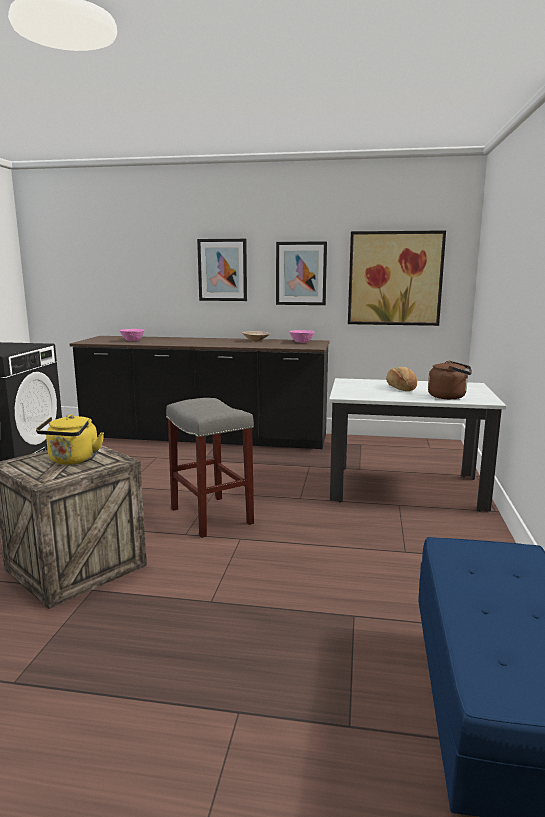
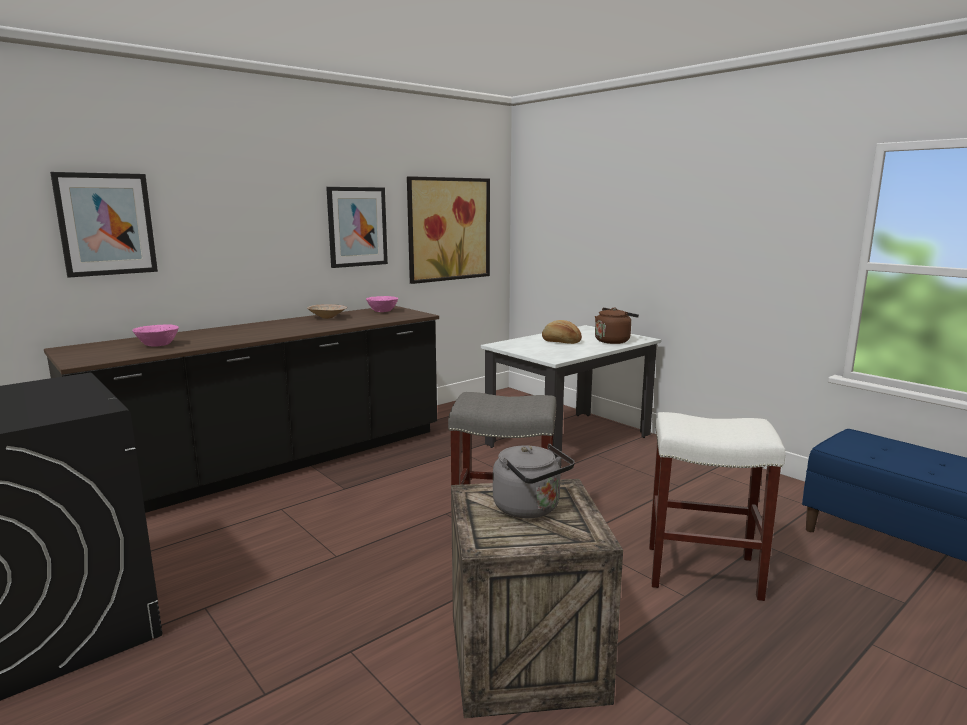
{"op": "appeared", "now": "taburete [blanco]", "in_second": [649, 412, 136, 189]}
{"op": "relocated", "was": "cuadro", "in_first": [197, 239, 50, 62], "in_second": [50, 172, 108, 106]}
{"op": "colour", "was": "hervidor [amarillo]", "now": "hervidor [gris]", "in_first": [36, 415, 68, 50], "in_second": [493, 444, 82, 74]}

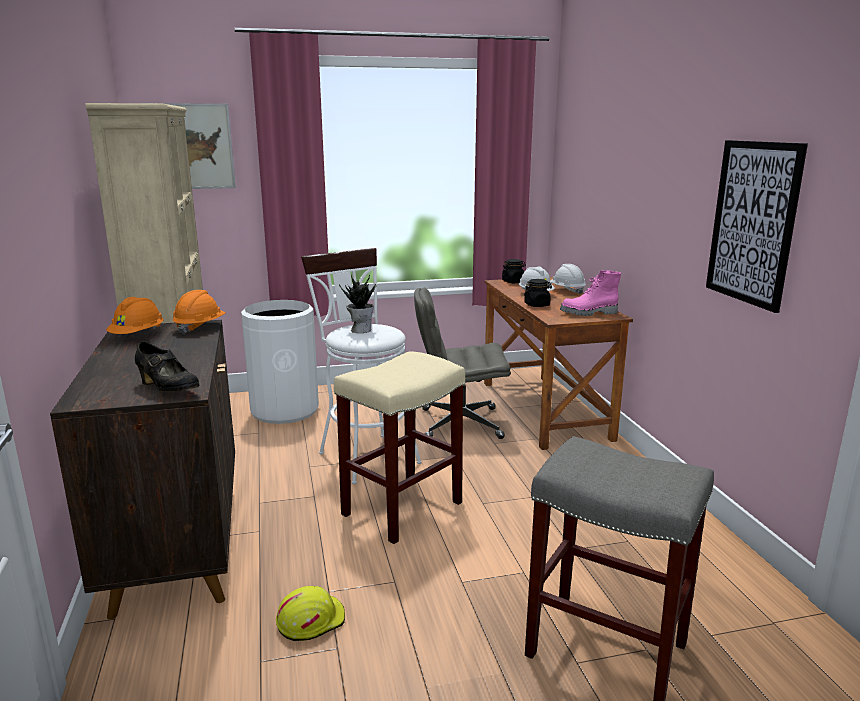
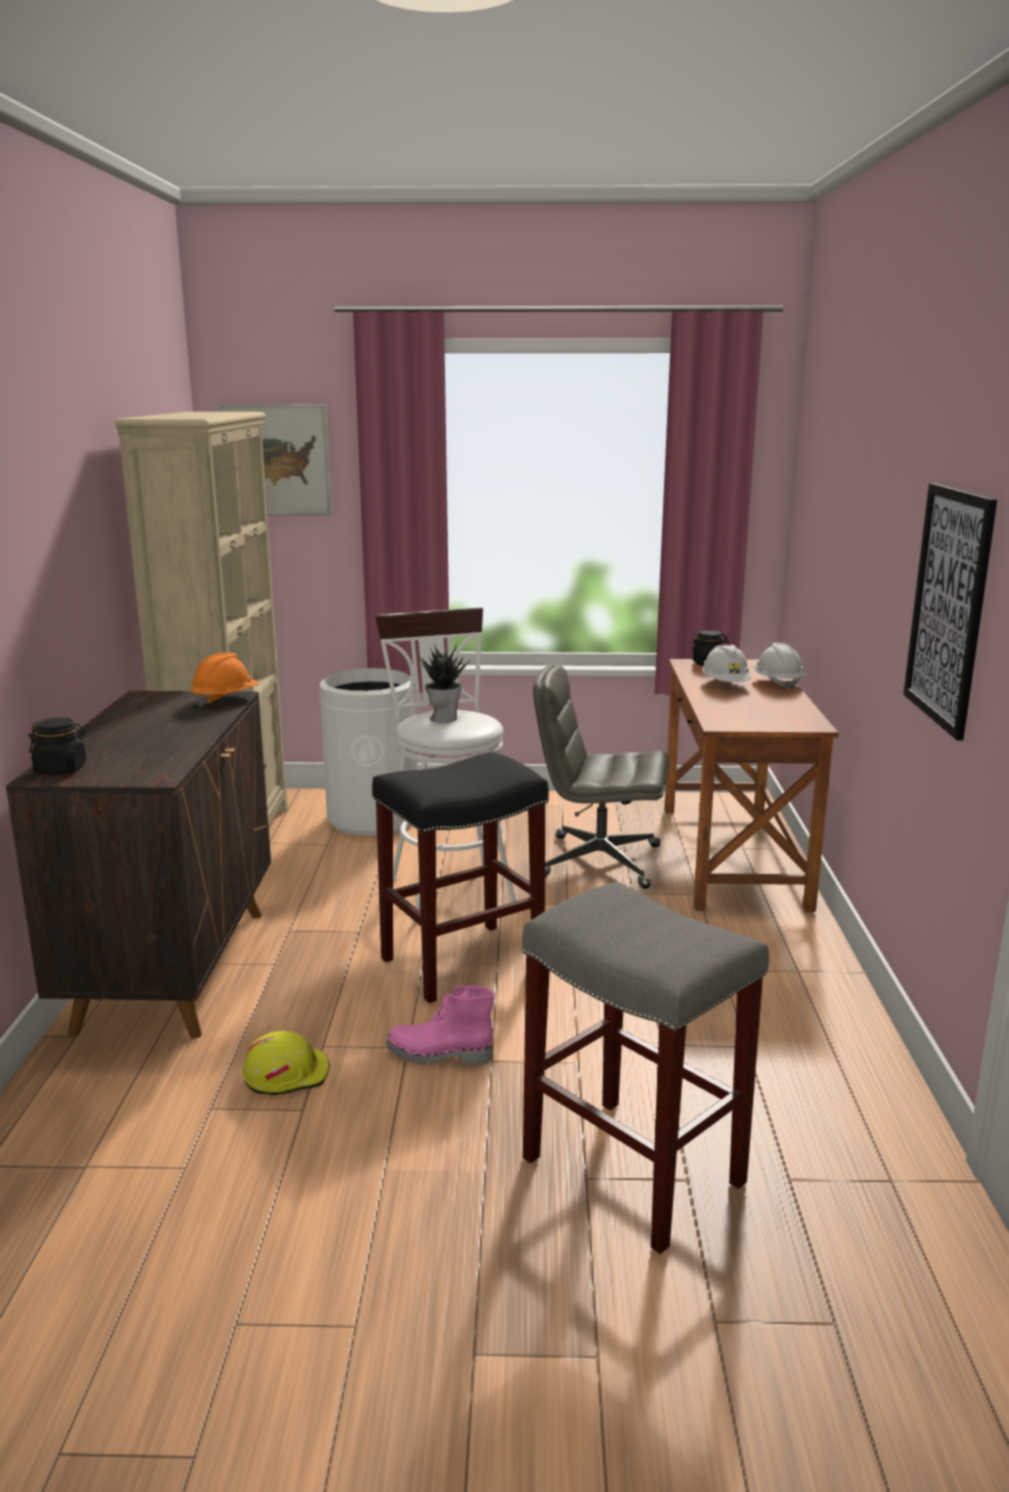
{"op": "missing", "was": "casco [naranja]", "in_first": [106, 297, 58, 37]}
{"op": "missing", "was": "zapato [negro]", "in_first": [135, 342, 64, 49]}
{"op": "relocated", "was": "tarro [negro]", "in_first": [524, 279, 28, 28], "in_second": [29, 718, 57, 56]}
{"op": "relocated", "was": "bota [rosa]", "in_first": [560, 270, 61, 46], "in_second": [386, 985, 108, 80]}
{"op": "colour", "was": "taburete [beis]", "now": "taburete [negro]", "in_first": [334, 351, 131, 193], "in_second": [372, 752, 177, 251]}

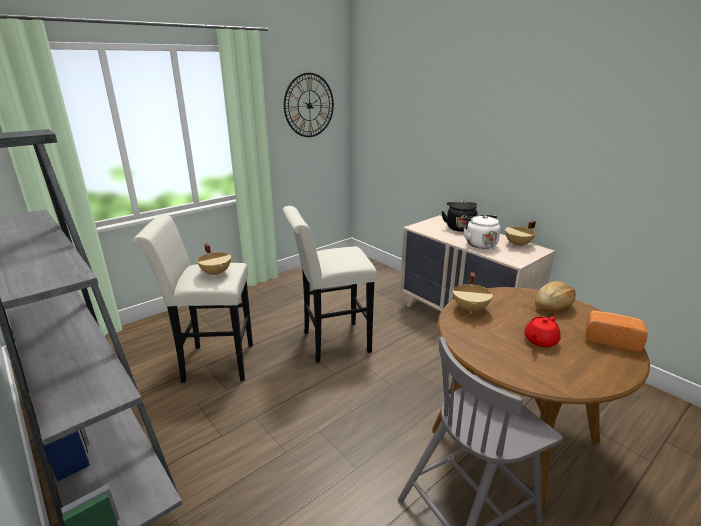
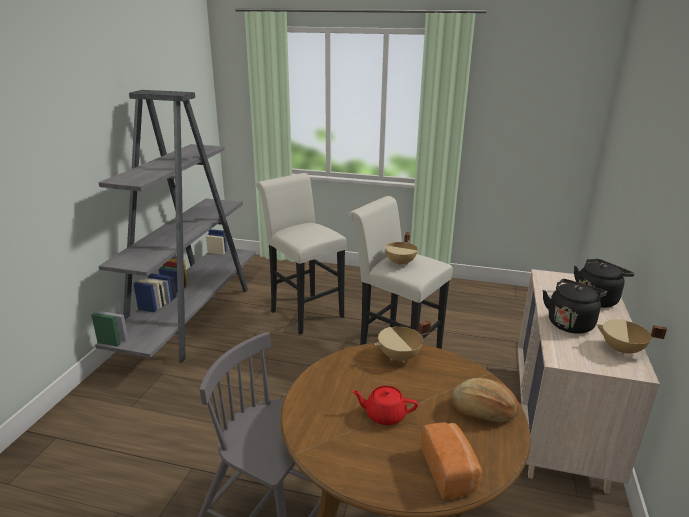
{"op": "missing", "was": "reloj de pared", "in_first": [284, 73, 50, 64]}
{"op": "relocated", "was": "olla [beis]", "in_first": [197, 243, 34, 33], "in_second": [385, 232, 33, 34]}
{"op": "colour", "was": "hervidor [blanco]", "now": "hervidor [negro]", "in_first": [463, 215, 37, 34], "in_second": [543, 279, 64, 55]}

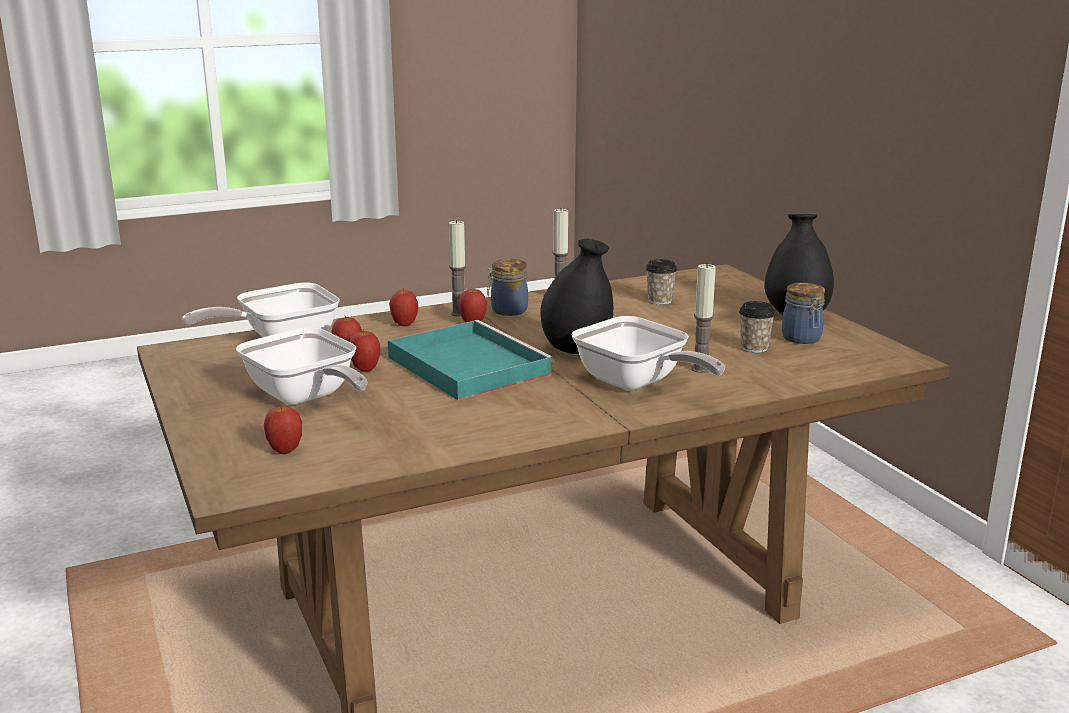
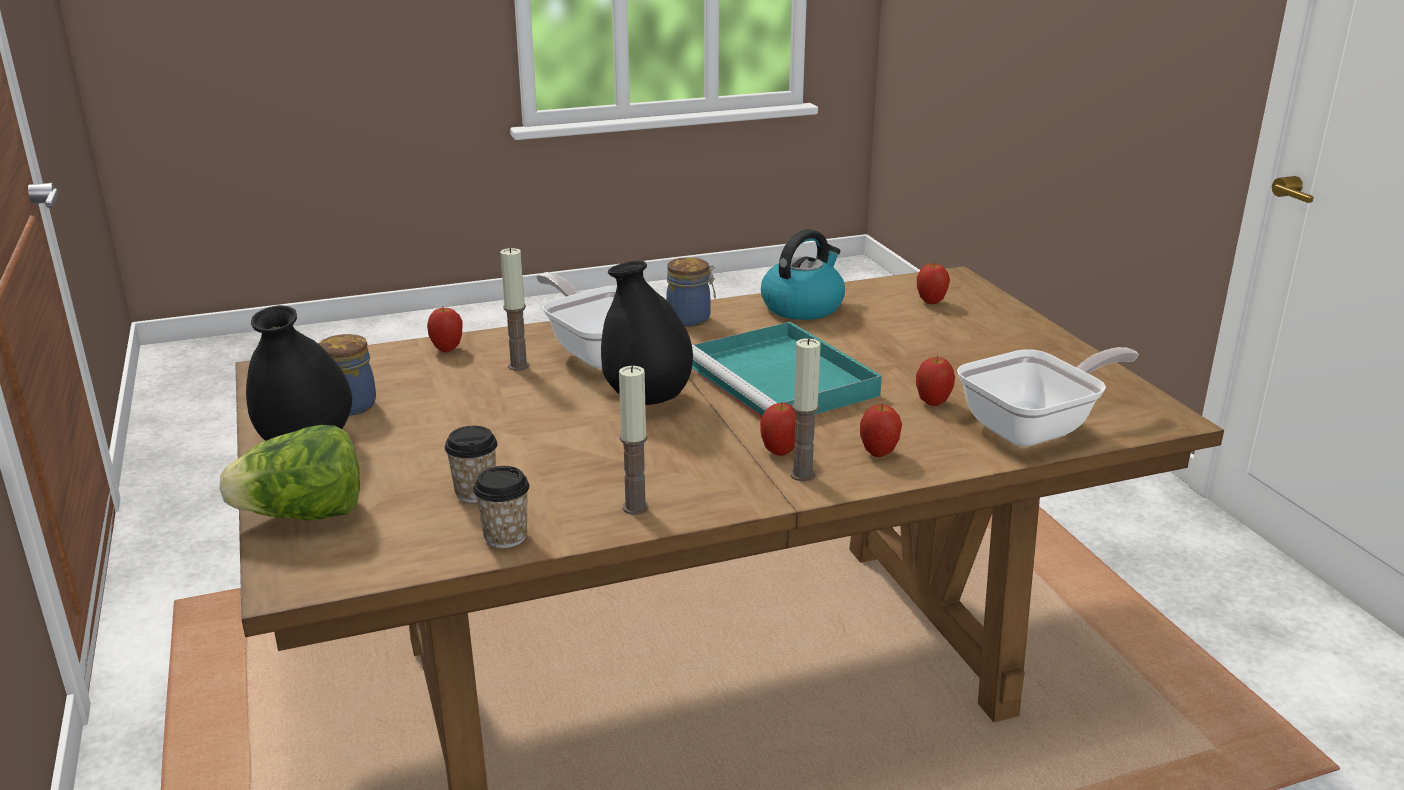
{"op": "missing", "was": "sartén", "in_first": [236, 327, 131, 78]}
{"op": "appeared", "now": "lechuga", "in_second": [220, 425, 140, 95]}
{"op": "appeared", "now": "hervidor", "in_second": [761, 229, 84, 91]}
{"op": "relocated", "was": "manzana", "in_first": [350, 329, 30, 42], "in_second": [427, 306, 35, 46]}
{"op": "relocated", "was": "tarro", "in_first": [487, 259, 41, 57], "in_second": [666, 257, 50, 70]}
{"op": "relocated", "was": "taza", "in_first": [739, 301, 36, 52], "in_second": [473, 466, 56, 82]}

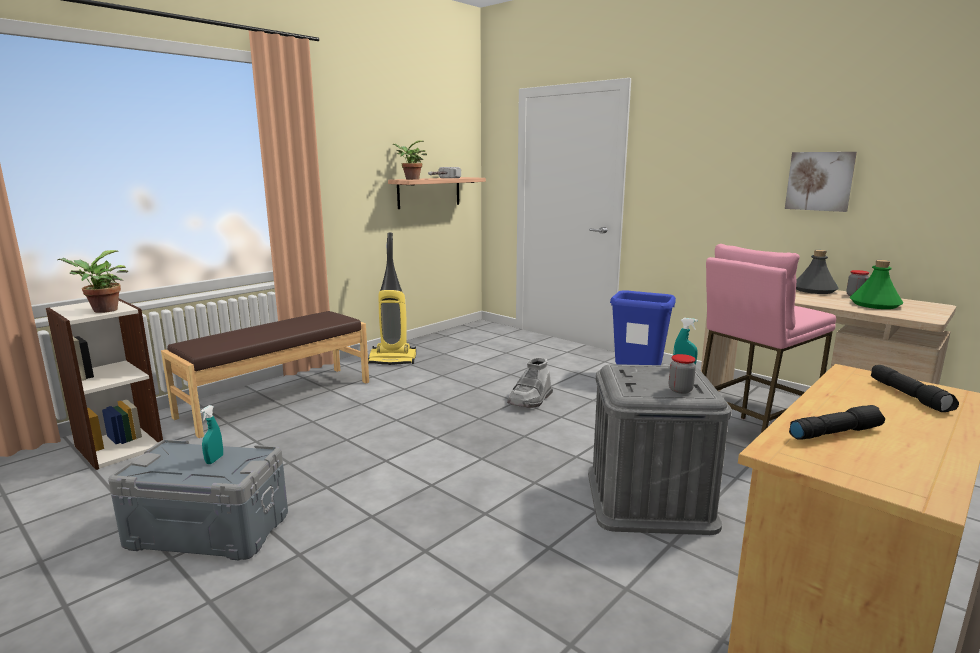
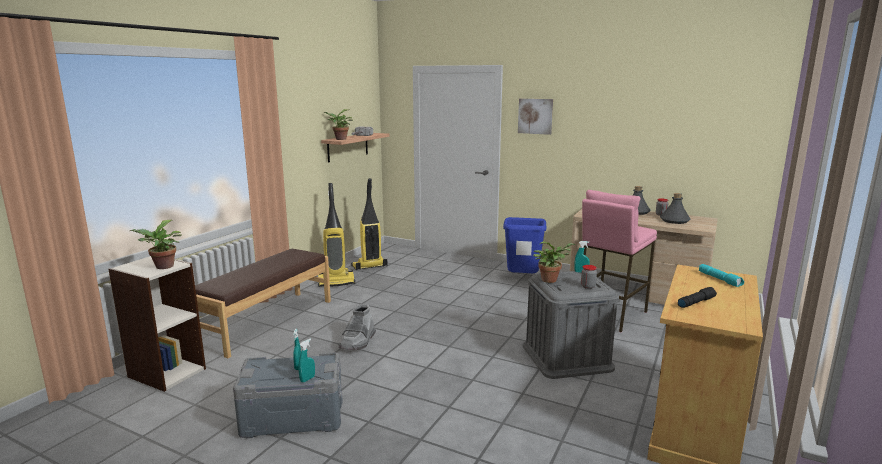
{"op": "appeared", "now": "pulverizador [turquesa]", "in_second": [299, 339, 16, 44]}
{"op": "appeared", "now": "aspiradora", "in_second": [351, 178, 36, 92]}
{"op": "appeared", "now": "planta en maceta", "in_second": [533, 242, 42, 41]}
{"op": "relocated", "was": "bota [gris]", "in_first": [507, 357, 46, 51], "in_second": [338, 304, 38, 46]}
{"op": "relocated", "was": "cuadro", "in_first": [785, 152, 72, 60], "in_second": [518, 99, 35, 36]}
{"op": "colour", "was": "botella [verde]", "now": "botella [gris]", "in_first": [849, 260, 54, 49], "in_second": [660, 193, 31, 31]}
{"op": "colour", "was": "linterna [negro]", "now": "linterna [turquesa]", "in_first": [871, 365, 88, 47], "in_second": [699, 264, 45, 23]}

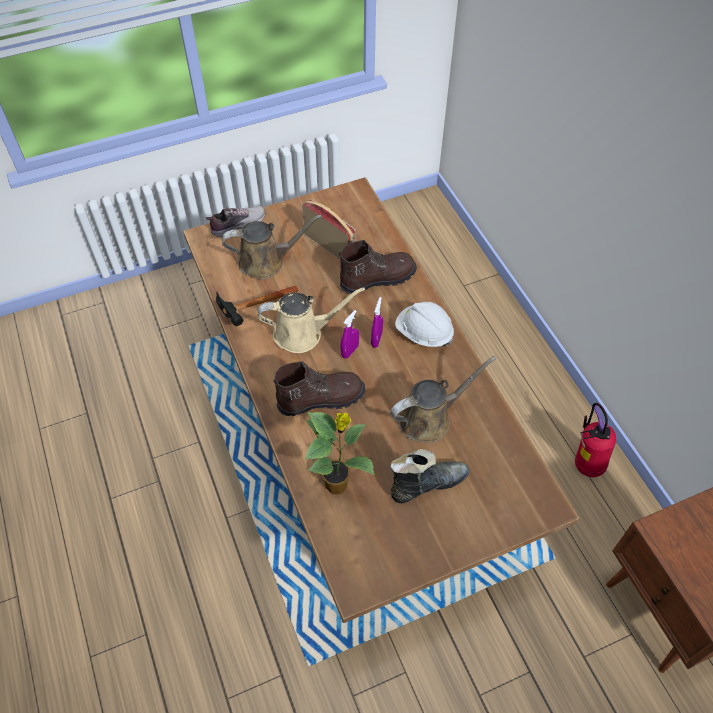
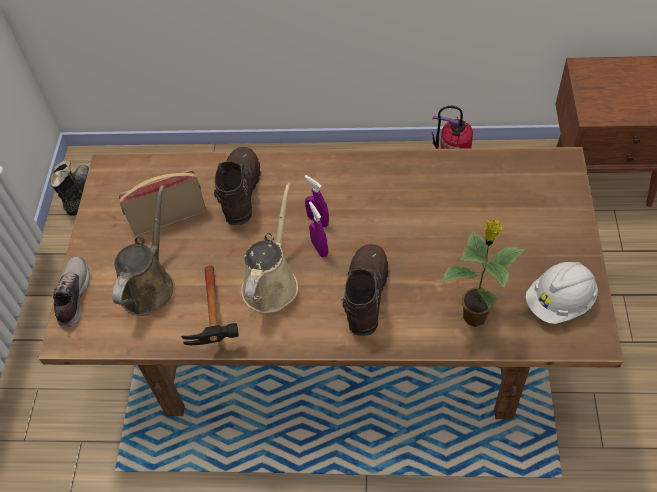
{"op": "missing", "was": "regadera [marrón]", "in_first": [390, 356, 106, 87]}
{"op": "relocated", "was": "bota [negro]", "in_first": [390, 449, 79, 54], "in_second": [50, 160, 39, 56]}
{"op": "relocated", "was": "casco [blanco]", "in_first": [395, 302, 59, 45], "in_second": [526, 262, 72, 62]}

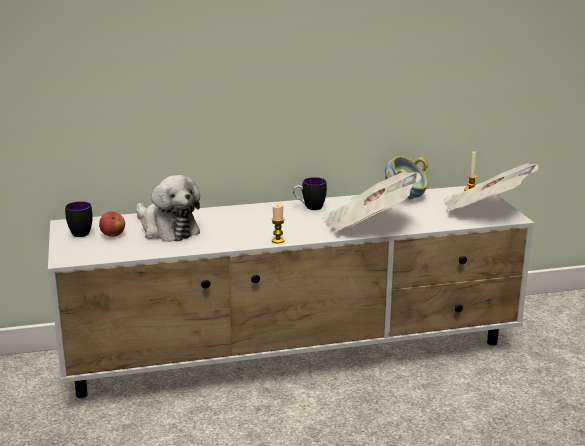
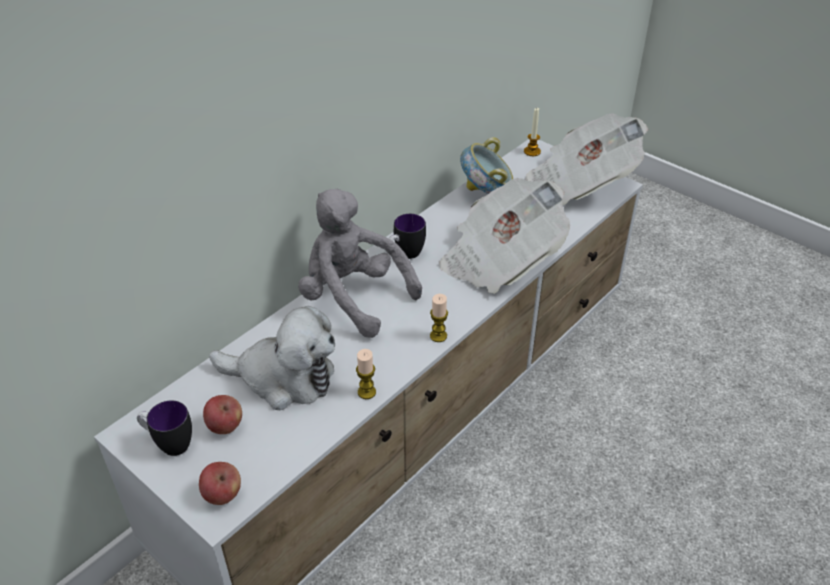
{"op": "appeared", "now": "manzana", "in_second": [199, 462, 42, 43]}
{"op": "appeared", "now": "peluche [gris]", "in_second": [298, 189, 124, 149]}
{"op": "appeared", "now": "vela", "in_second": [356, 349, 20, 50]}

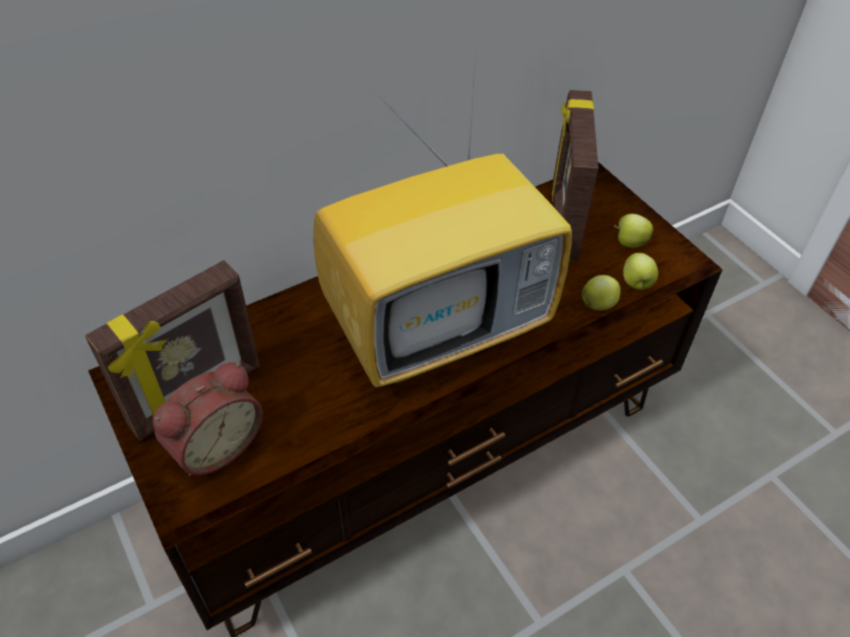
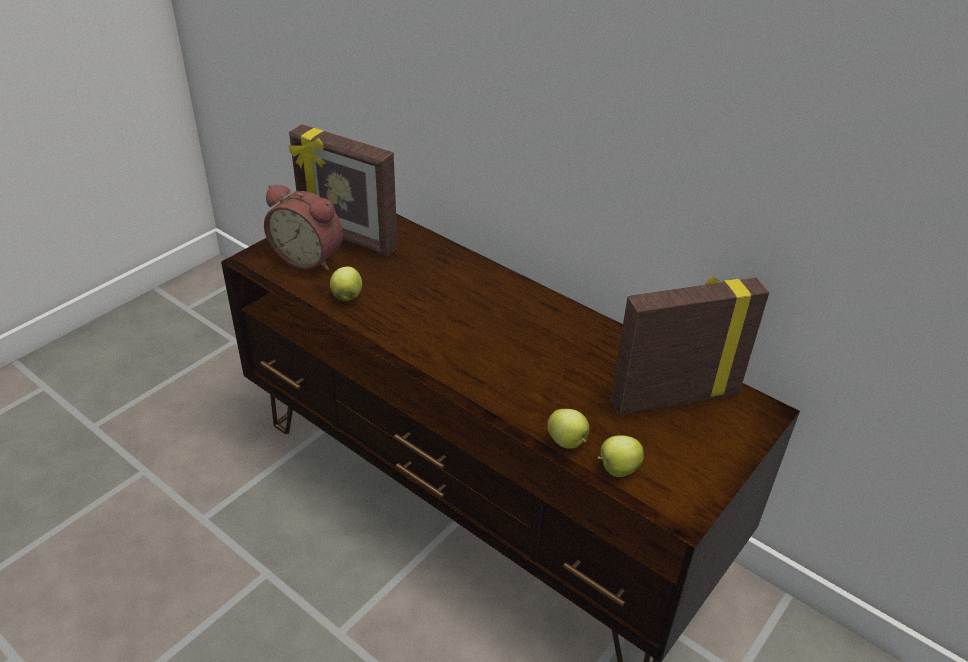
{"op": "missing", "was": "televisor", "in_first": [313, 40, 259, 347]}
{"op": "relocated", "was": "manzana", "in_first": [614, 214, 39, 34], "in_second": [330, 266, 32, 35]}

